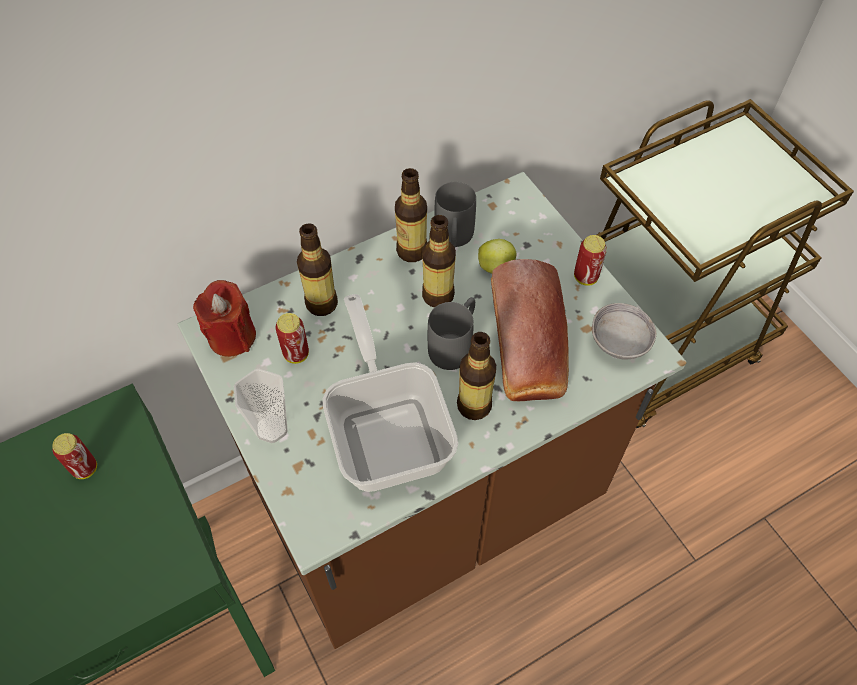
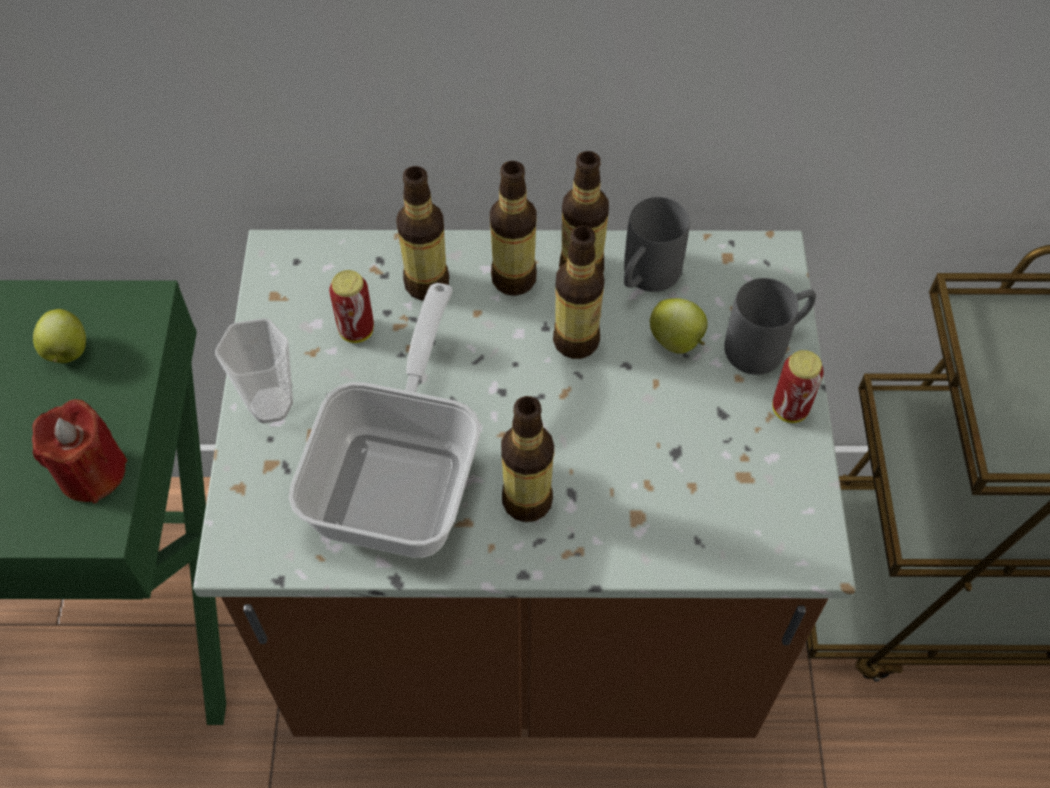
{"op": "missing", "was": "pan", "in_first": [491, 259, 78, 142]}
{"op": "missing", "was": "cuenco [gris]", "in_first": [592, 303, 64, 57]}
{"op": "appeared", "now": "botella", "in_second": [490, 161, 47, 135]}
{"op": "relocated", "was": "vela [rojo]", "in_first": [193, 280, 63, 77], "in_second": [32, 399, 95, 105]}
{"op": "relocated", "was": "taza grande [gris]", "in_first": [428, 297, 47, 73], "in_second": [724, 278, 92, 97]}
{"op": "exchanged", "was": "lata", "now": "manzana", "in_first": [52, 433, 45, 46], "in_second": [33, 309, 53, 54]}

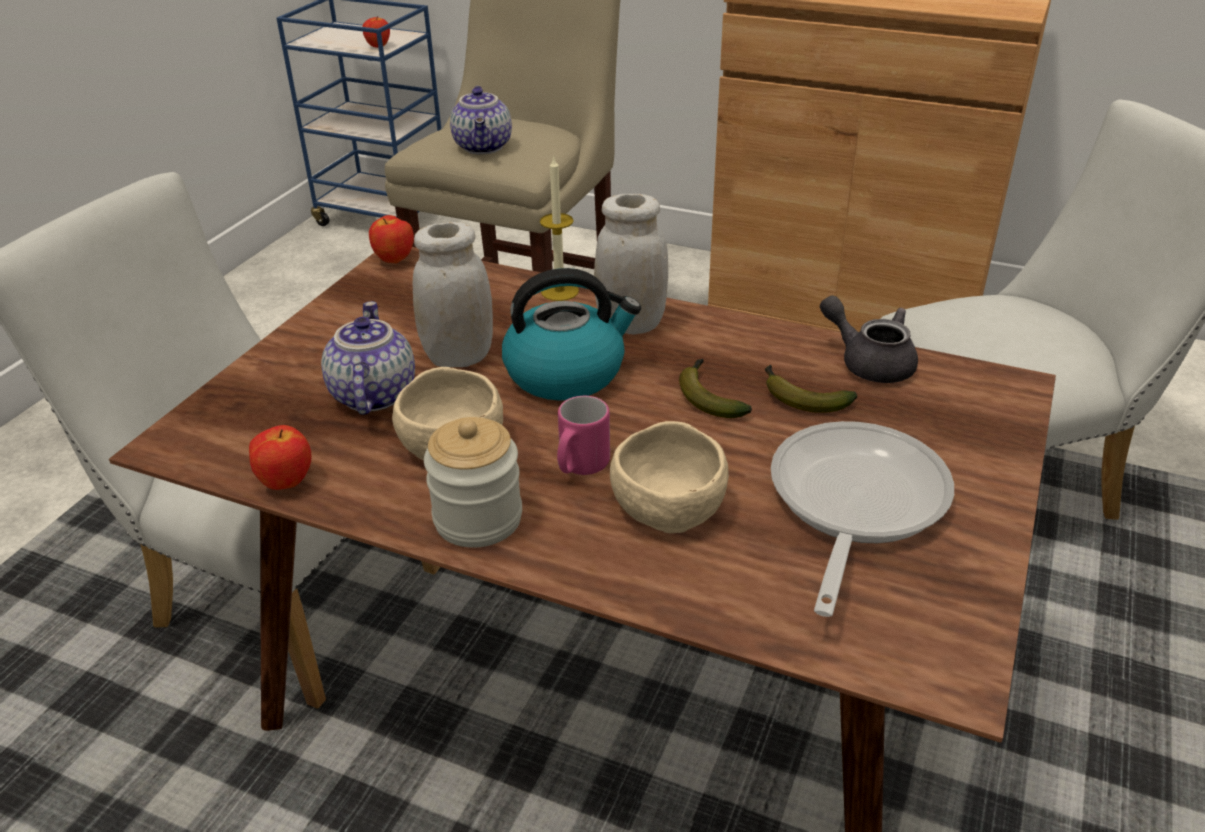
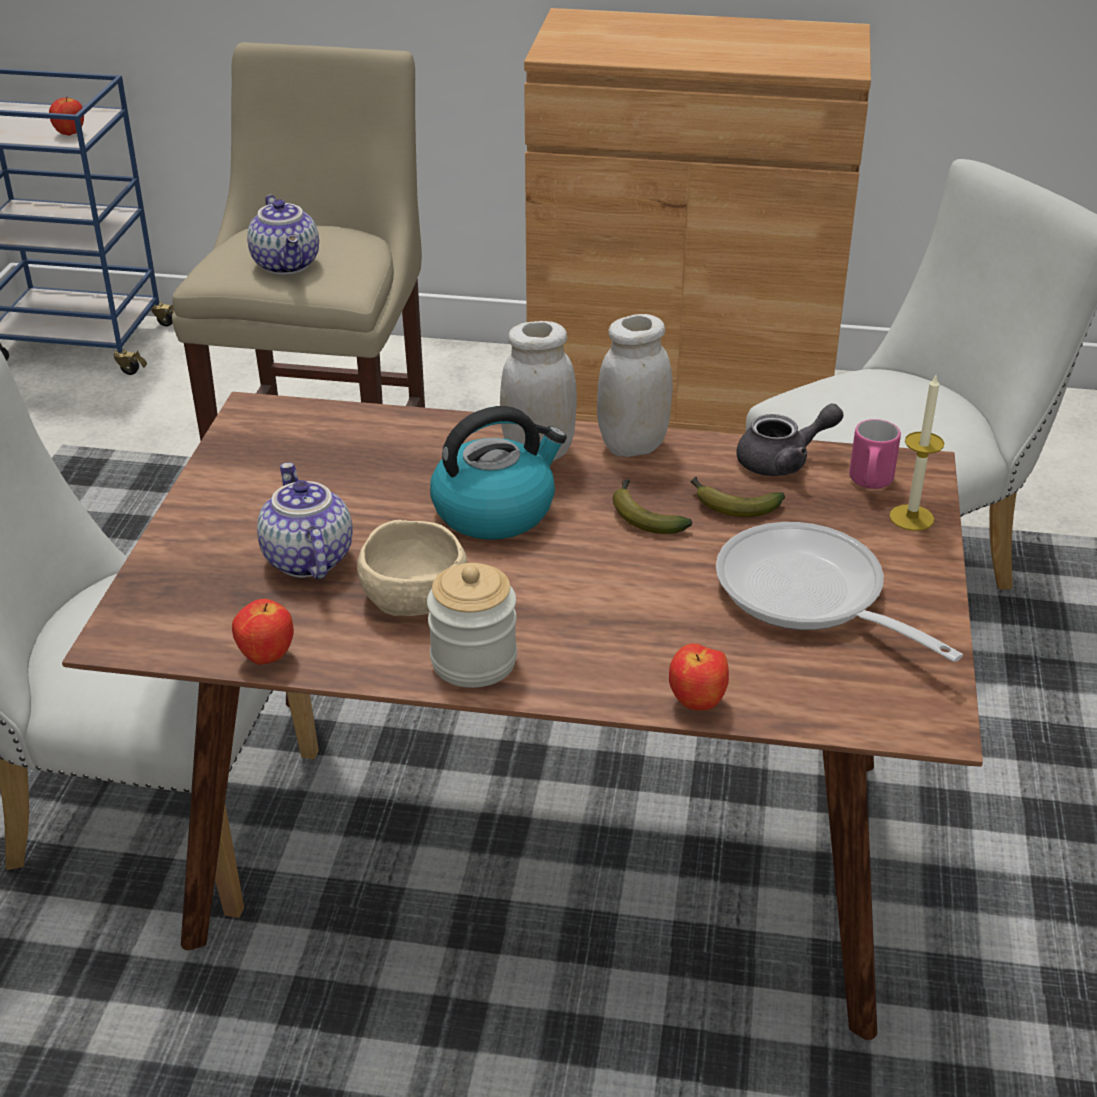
{"op": "missing", "was": "cuenco [beis]", "in_first": [610, 421, 119, 112]}
{"op": "relocated", "was": "manzana", "in_first": [369, 215, 45, 48], "in_second": [669, 643, 60, 68]}
{"op": "relocated", "was": "tarro [blanco]", "in_first": [413, 222, 80, 145], "in_second": [597, 314, 76, 143]}
{"op": "relocated", "was": "vela", "in_first": [540, 156, 39, 145], "in_second": [889, 373, 55, 158]}
{"op": "relocated", "was": "taza grande [rosa]", "in_first": [557, 396, 53, 79], "in_second": [849, 419, 52, 70]}
{"op": "spun", "was": "sartén", "in_first": [771, 421, 183, 196], "in_second": [716, 522, 247, 140], "clockwise": -45}
{"op": "spun", "was": "tetera [gris]", "in_first": [820, 295, 98, 88], "in_second": [737, 403, 106, 73], "clockwise": 135}

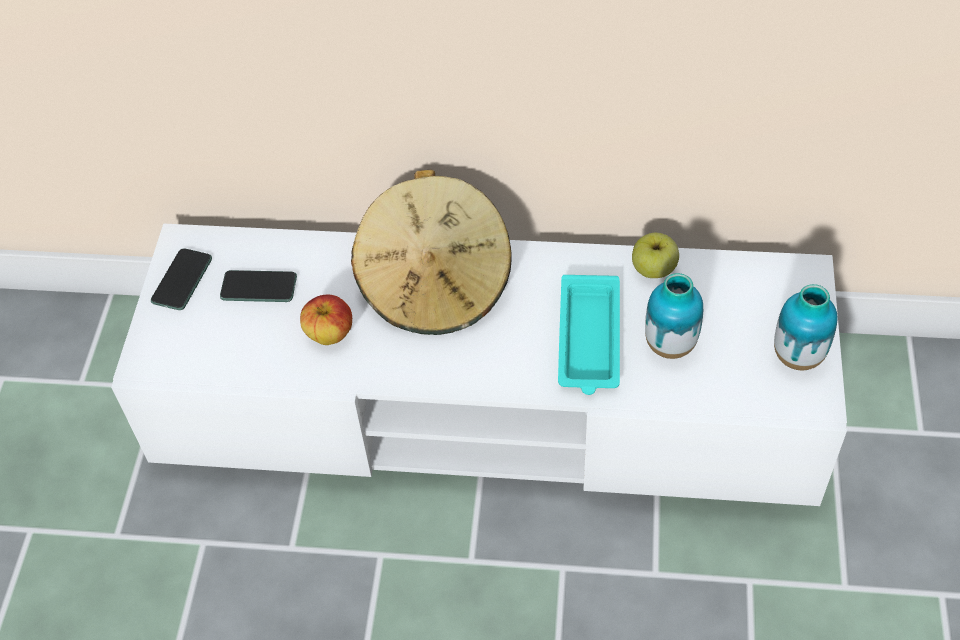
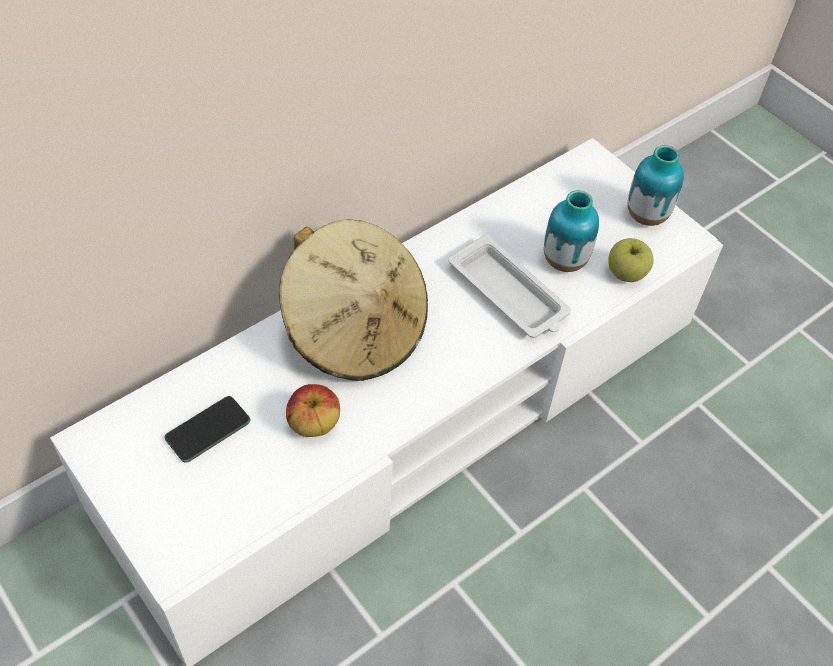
{"op": "missing", "was": "móvil", "in_first": [151, 248, 61, 62]}
{"op": "relocated", "was": "manzana", "in_first": [632, 233, 47, 45], "in_second": [608, 238, 46, 44]}
{"op": "colour", "was": "bandeja [turquesa]", "now": "bandeja [blanco]", "in_first": [558, 275, 62, 120], "in_second": [448, 234, 123, 104]}

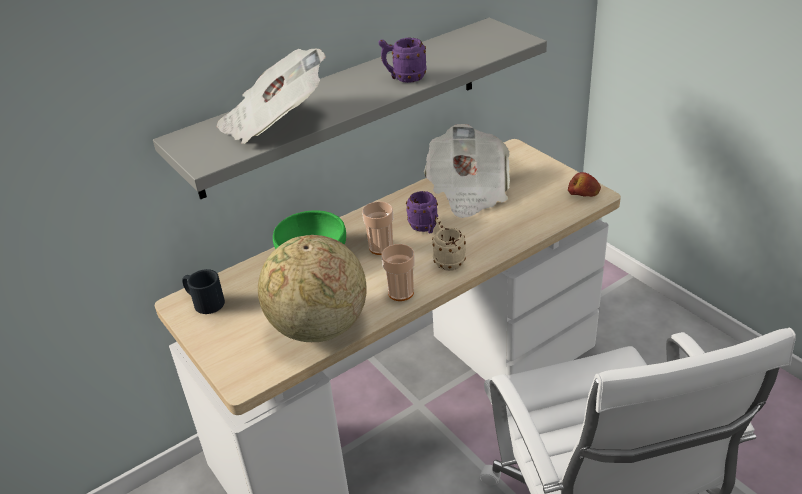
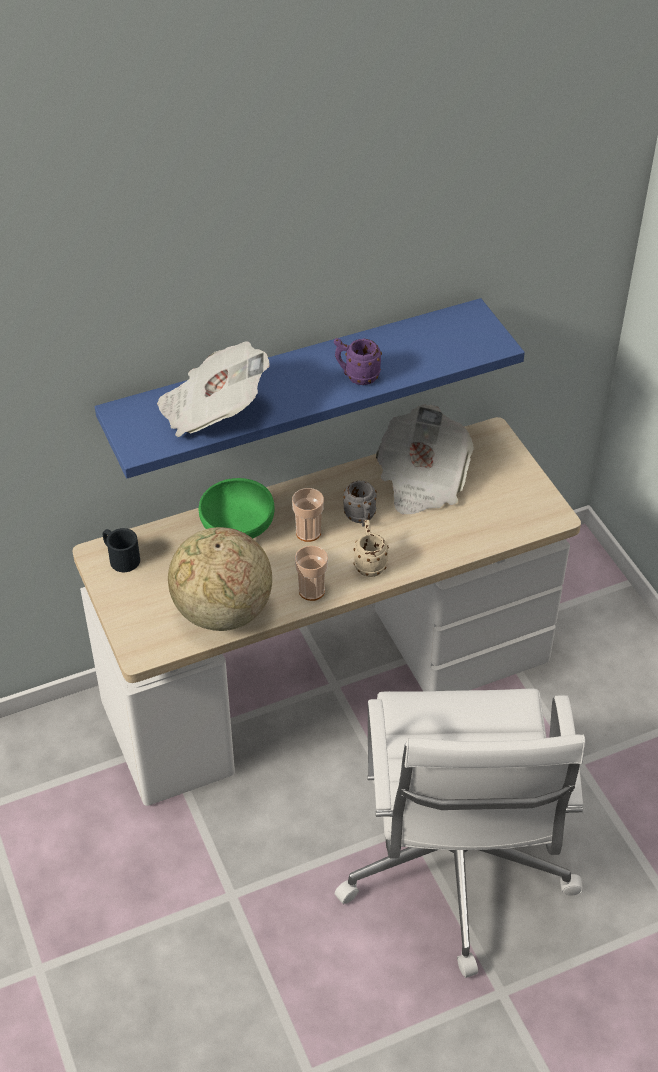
{"op": "missing", "was": "manzana", "in_first": [568, 172, 33, 25]}
{"op": "colour", "was": "estante [gris]", "now": "estante [azul]", "in_first": [153, 18, 394, 181], "in_second": [95, 298, 430, 180]}
{"op": "colour", "was": "taza grande [morado]", "now": "taza grande [gris]", "in_first": [406, 191, 32, 43], "in_second": [344, 481, 33, 45]}

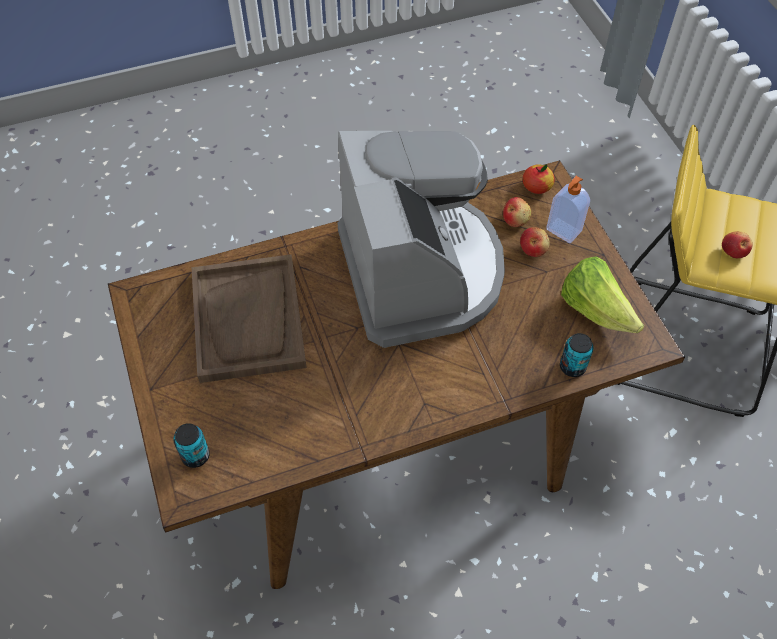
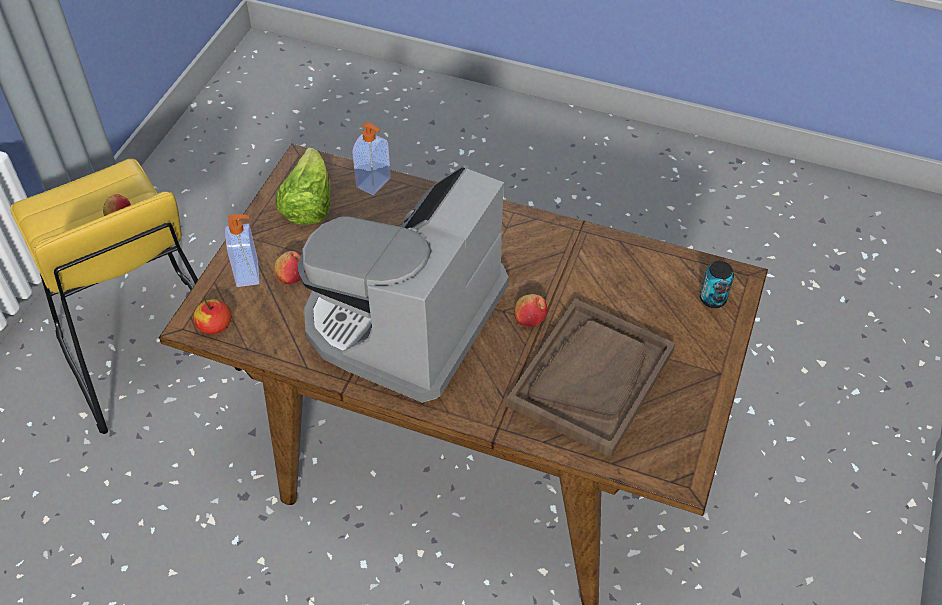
{"op": "relocated", "was": "manzana", "in_first": [503, 197, 28, 30], "in_second": [514, 294, 33, 33]}
{"op": "exchanged", "was": "lata", "now": "dispensador de jabón", "in_first": [560, 333, 33, 44], "in_second": [352, 122, 39, 73]}

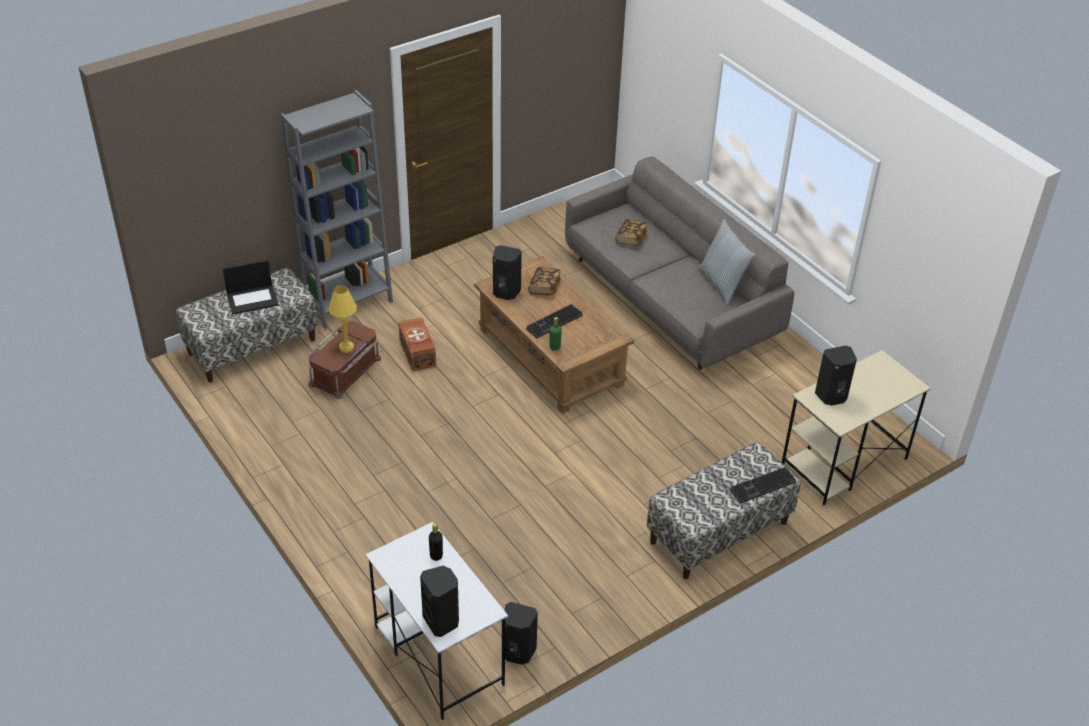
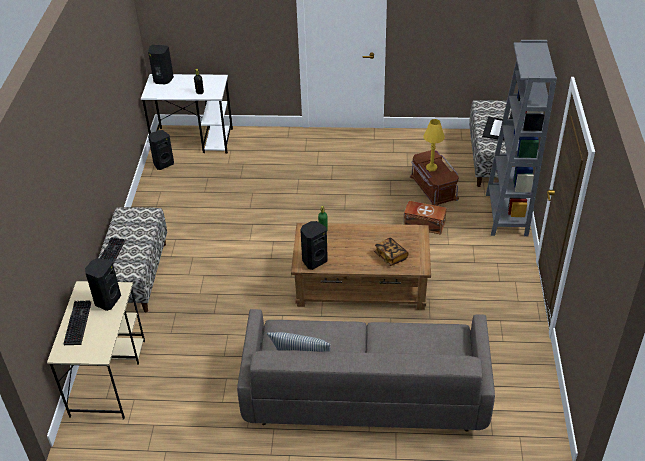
{"op": "missing", "was": "libro", "in_first": [615, 219, 32, 27]}
{"op": "relocated", "was": "altavoz [negro]", "in_first": [493, 245, 29, 55], "in_second": [300, 221, 28, 49]}
{"op": "relocated", "was": "teclado", "in_first": [526, 304, 57, 34], "in_second": [64, 301, 27, 44]}

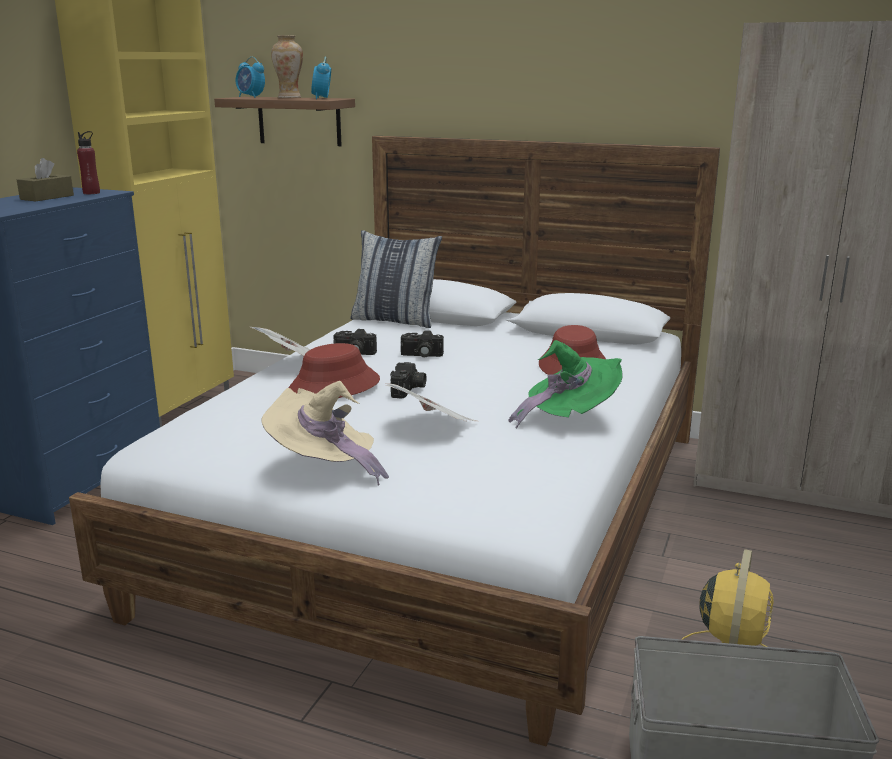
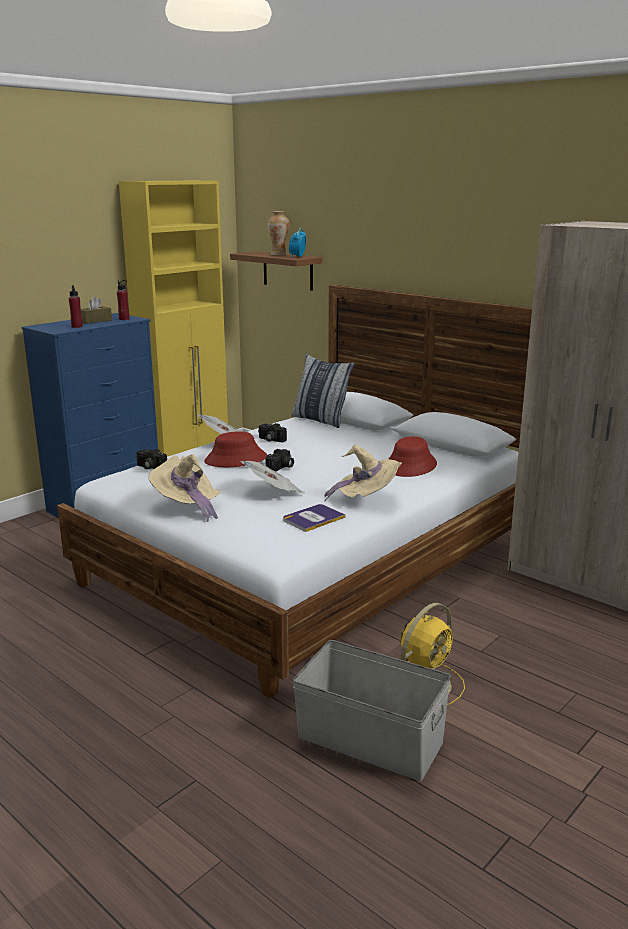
{"op": "missing", "was": "despertador", "in_first": [236, 57, 29, 41]}
{"op": "appeared", "now": "botella [rojo]", "in_second": [69, 285, 14, 43]}
{"op": "appeared", "now": "libro", "in_second": [283, 504, 62, 28]}
{"op": "relocated", "was": "cámara", "in_first": [401, 330, 43, 28], "in_second": [136, 449, 31, 21]}
{"op": "colour", "was": "sombrero [verde]", "now": "sombrero [beis]", "in_first": [508, 340, 115, 89], "in_second": [324, 445, 78, 56]}

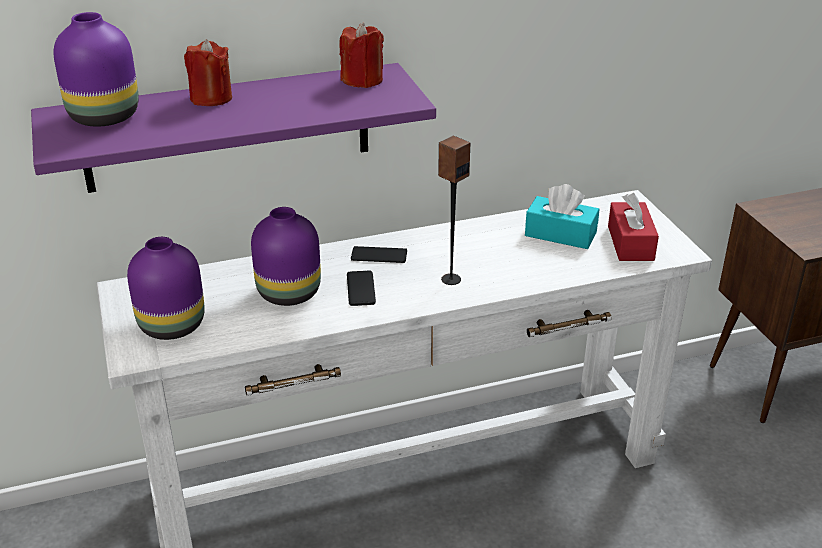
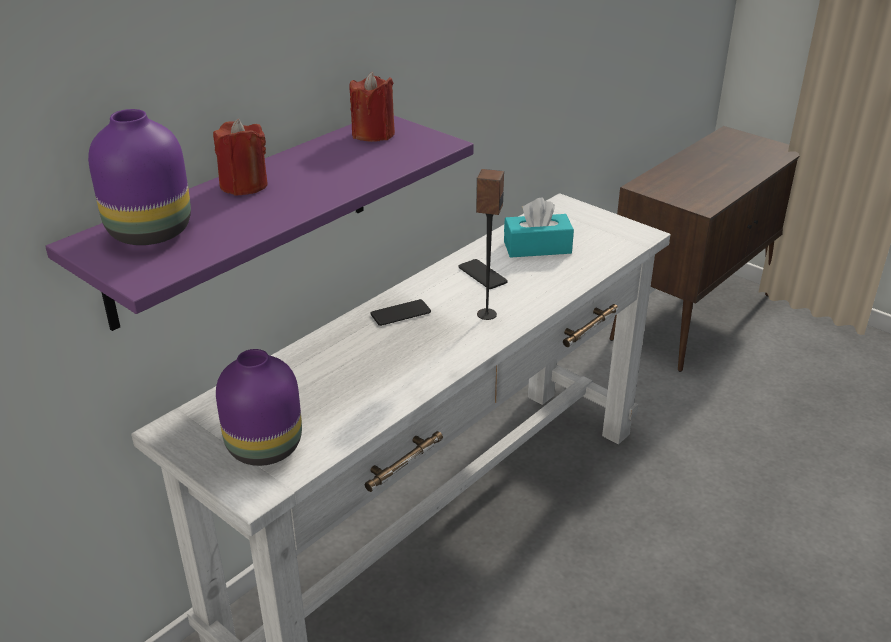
{"op": "missing", "was": "florero [morado]", "in_first": [251, 207, 70, 99]}
{"op": "missing", "was": "caja de pañuelos [rojo]", "in_first": [608, 193, 51, 68]}
{"op": "relocated", "was": "móvil", "in_first": [347, 271, 29, 35], "in_second": [459, 259, 49, 30]}

